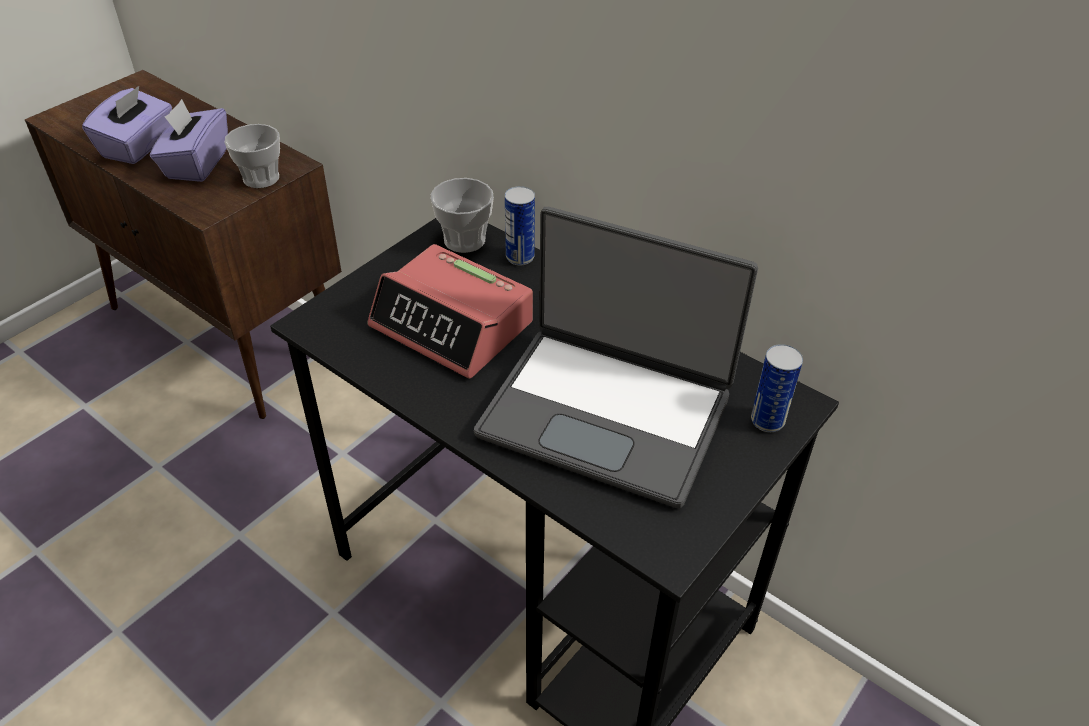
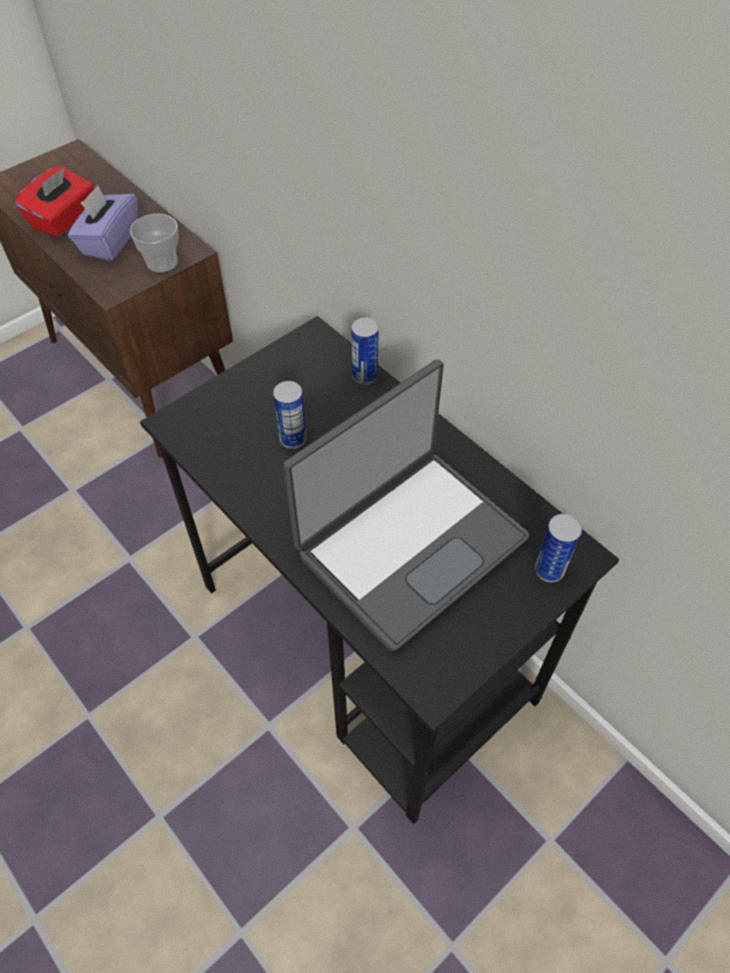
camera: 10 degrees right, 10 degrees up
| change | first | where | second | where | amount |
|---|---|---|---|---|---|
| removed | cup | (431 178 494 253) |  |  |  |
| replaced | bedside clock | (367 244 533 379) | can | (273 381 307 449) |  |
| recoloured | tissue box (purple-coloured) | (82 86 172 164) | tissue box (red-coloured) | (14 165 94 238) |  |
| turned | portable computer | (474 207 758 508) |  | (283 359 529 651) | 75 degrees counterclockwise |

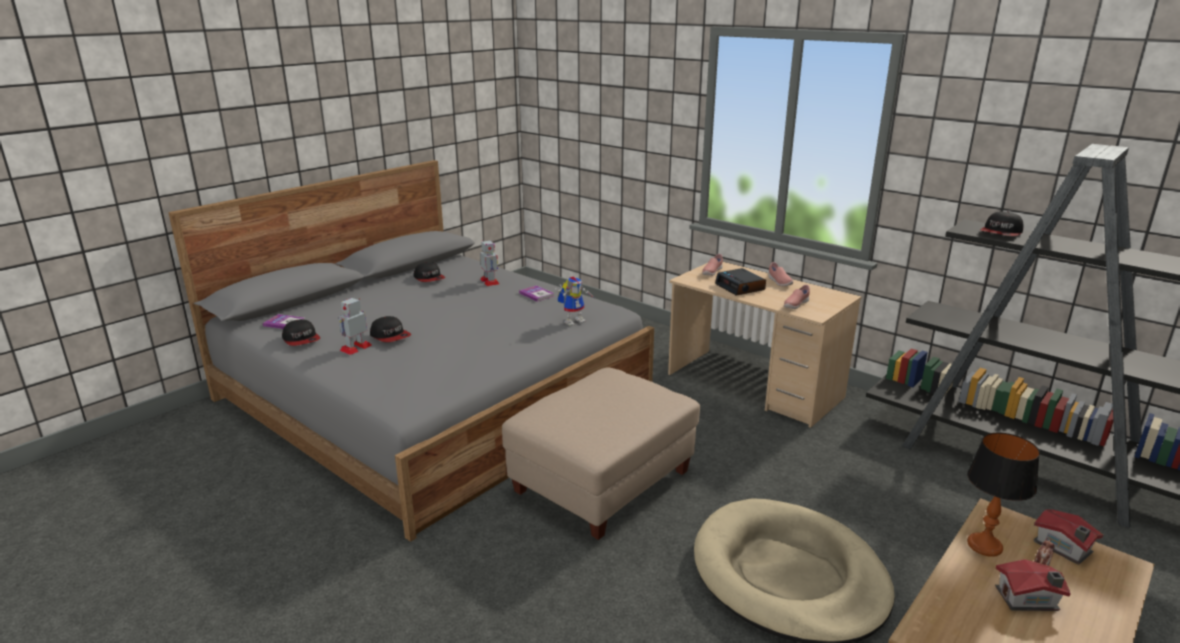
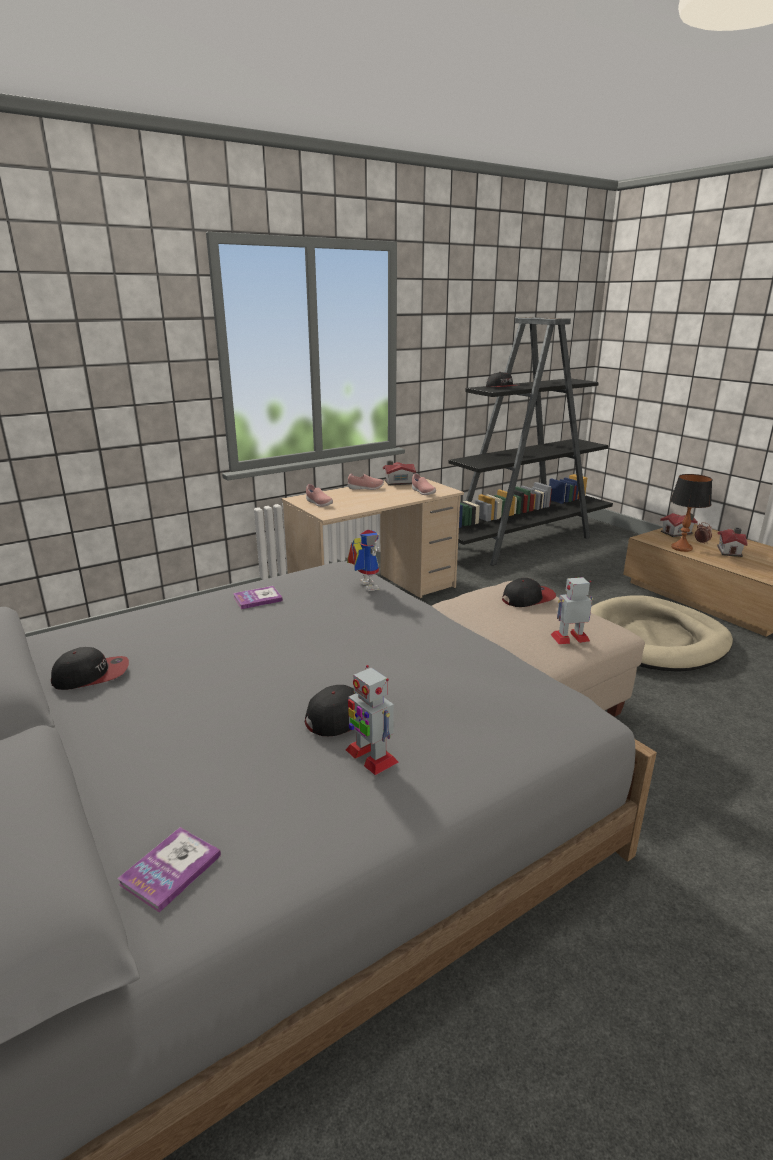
camera: 75 degrees left, 0 degrees up
| change | first | where | second | where | amount |
|---|---|---|---|---|---|
| removed | bedside clock | (715 268 766 296) |  |  |  |
| added |  |  | miniature house | (383 460 416 485) |  |
| moved | cap | (282 319 320 346) |  | (502 578 556 607) |  |
| moved | robot figure | (480 240 499 286) |  | (551 577 593 644) |  |

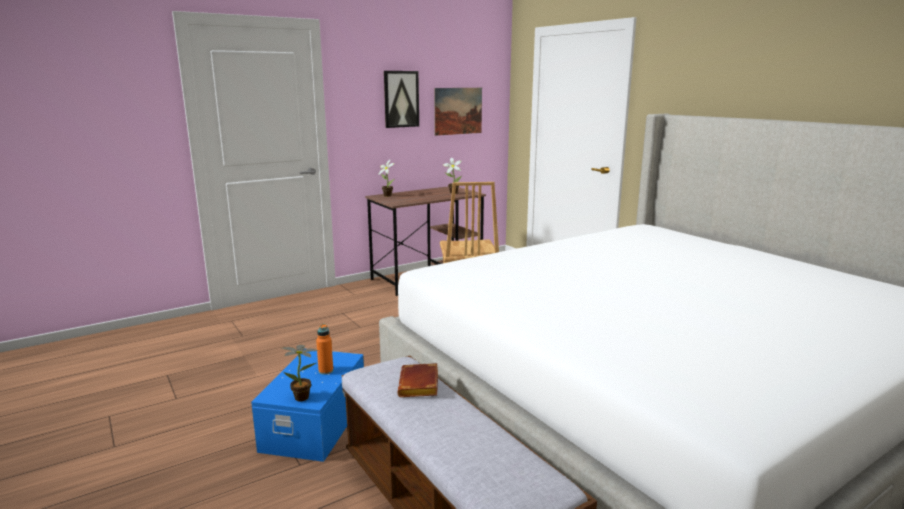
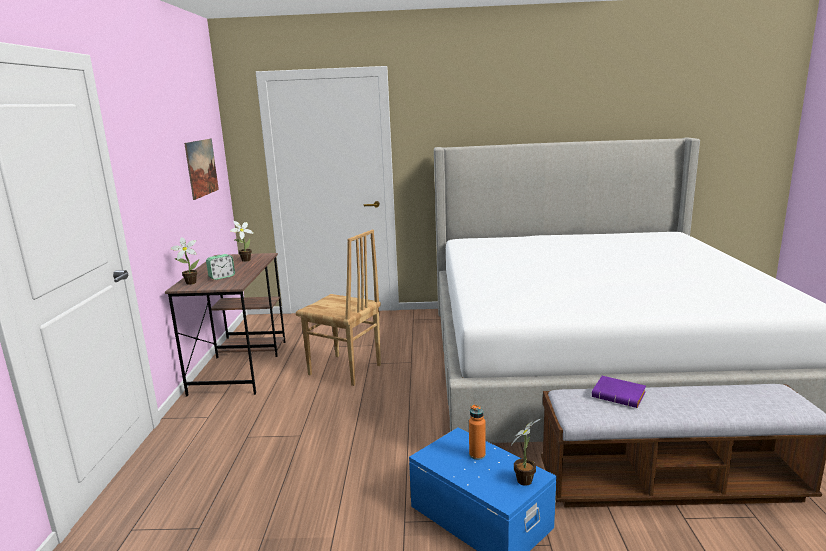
camera: 55 degrees left, 0 degrees up
| change | first | where | second | where | amount |
|---|---|---|---|---|---|
| removed | wall art | (384 71 419 128) |  |  |  |
| added |  |  | bedside clock | (206 254 235 280) |  |
| recoloured | bound book (brown-coloured) | (397 363 438 397) | bound book (purple-coloured) | (592 376 646 408) |  |

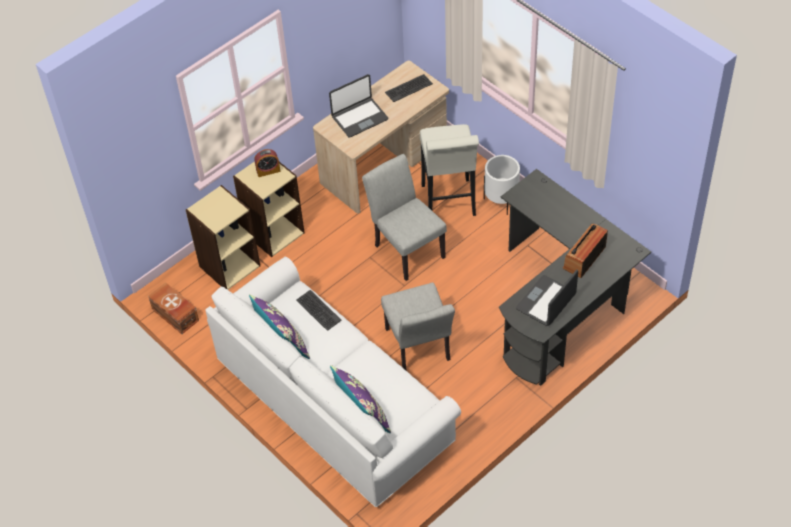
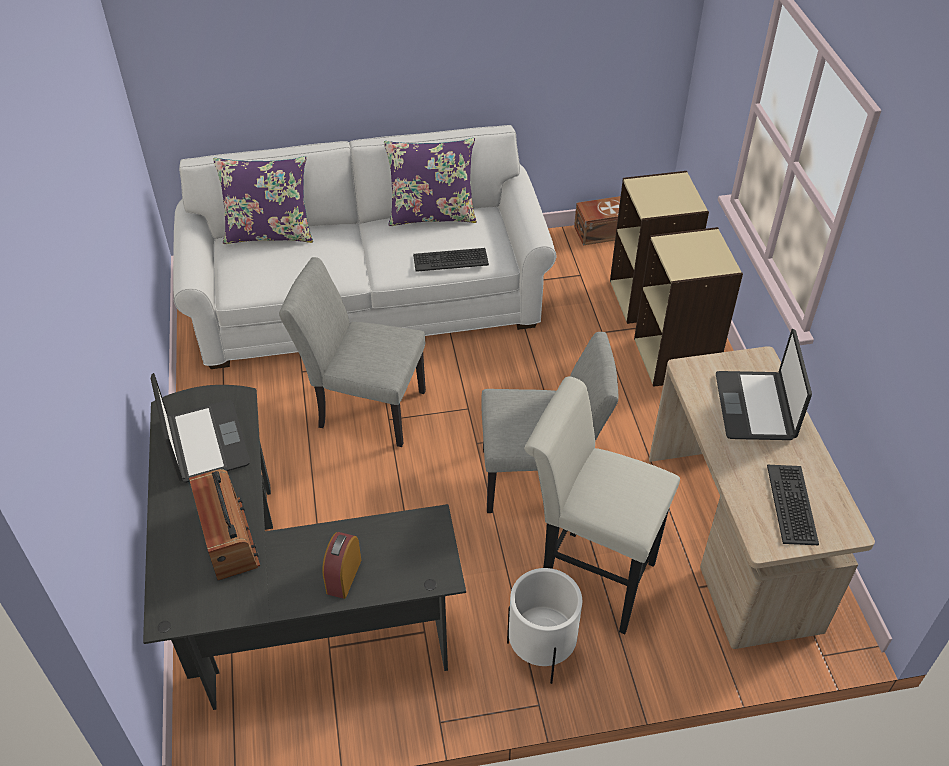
camera: 120 degrees right, 5 degrees down
| change | first | where | second | where | amount |
|---|---|---|---|---|---|
| moved | bedside clock | (255 149 280 177) |  | (322 532 361 599) |  |

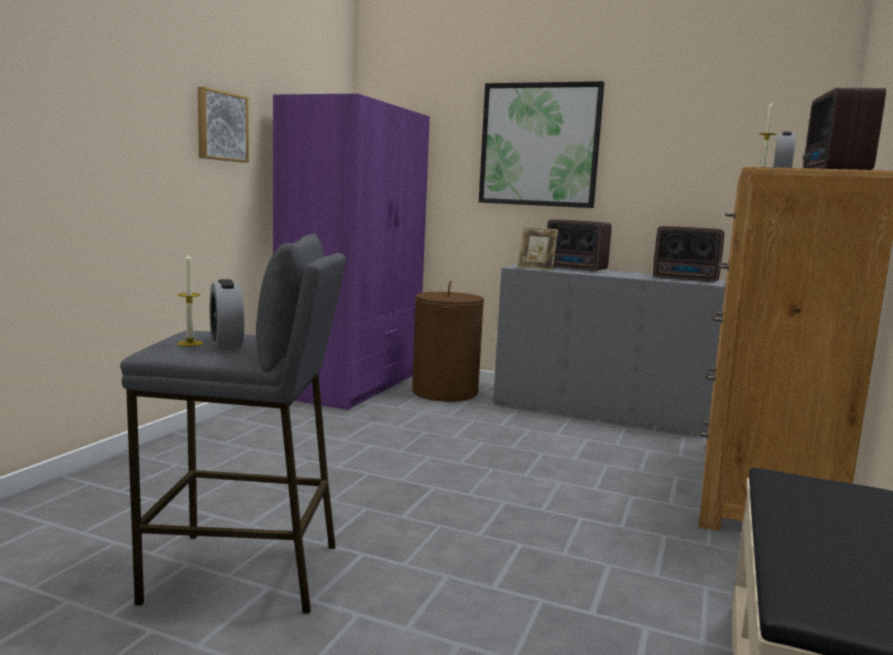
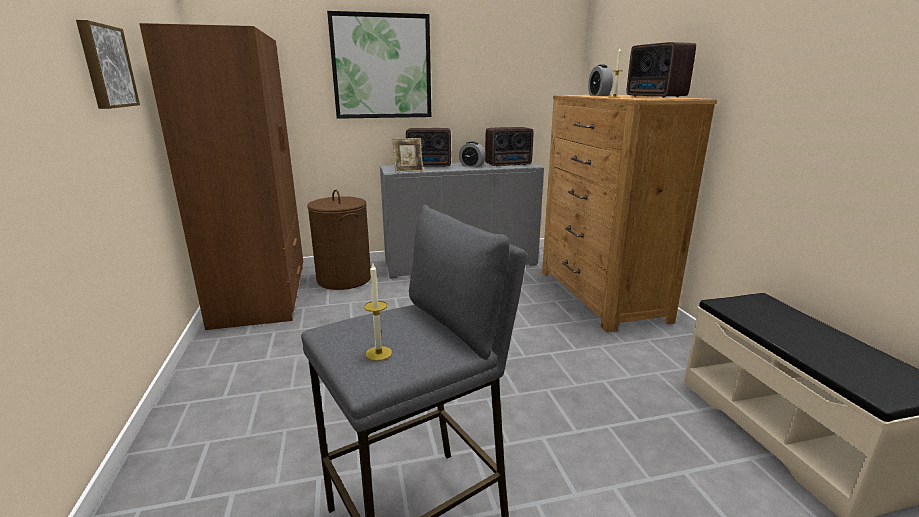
camera: 35 degrees left, 10 degrees up
| change | first | where | second | where | amount |
|---|---|---|---|---|---|
| moved | bedside clock | (210 279 244 348) |  | (459 141 486 167) |  |
| recoloured | clothes cupboard (purple-coloured) | (273 94 430 410) | clothes cupboard (brown-coloured) | (139 23 303 330) |  |

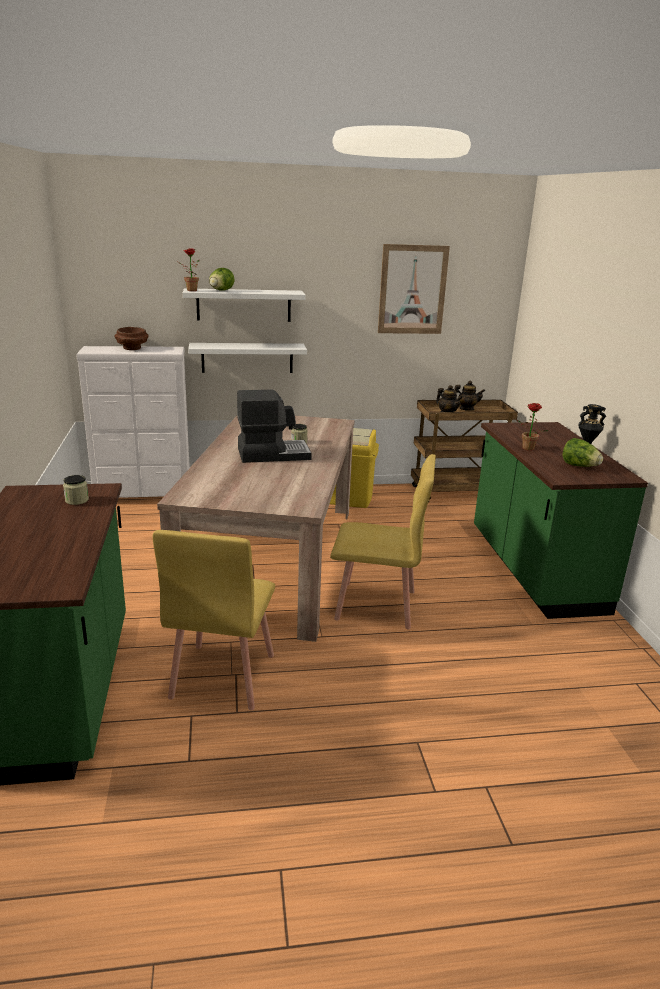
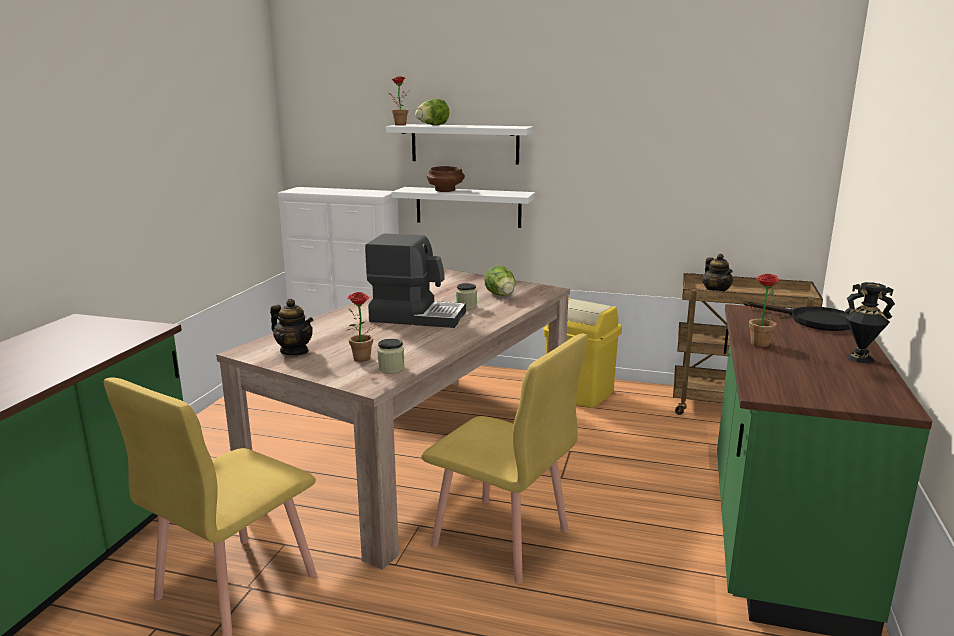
camera: 25 degrees right, 5 degrees down
| change | first | where | second | where | amount |
|---|---|---|---|---|---|
| removed | wall art | (378 244 450 334) |  |  |  |
| added |  |  | potted plant | (345 292 383 362) |  |
| added |  |  | frying pan (black) | (743 301 850 331) |  |
| moved | storage jar | (63 475 89 505) |  | (377 339 405 374) |  |
| moved | deep dish (brown-coloured) | (114 327 149 350) |  | (427 166 465 192) |  |
| moved | pot for tea | (455 380 485 411) |  | (270 299 313 355) |  |
| moved | lettuce | (563 438 603 467) |  | (484 265 515 296) |  |

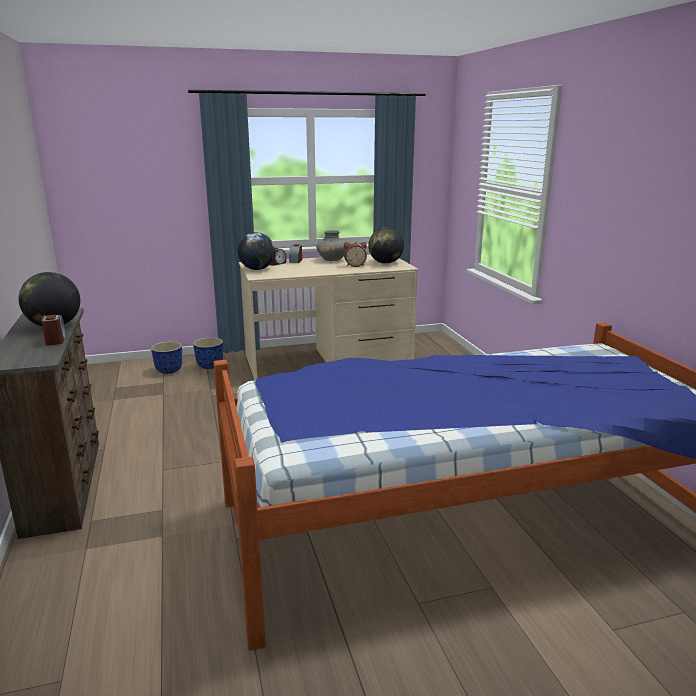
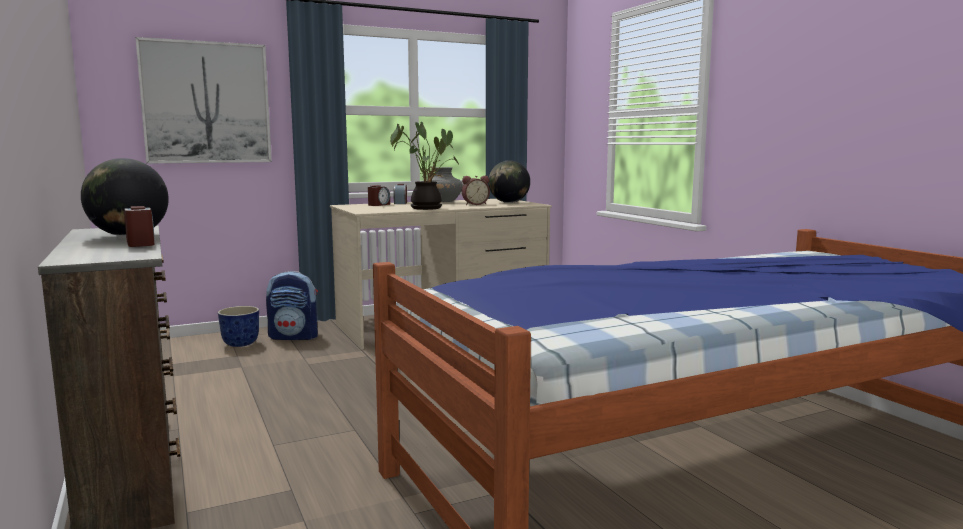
camera: 10 degrees left, 10 degrees down
| change | first | where | second | where | amount |
|---|---|---|---|---|---|
| removed | globe | (237 232 275 270) |  |  |  |
| added |  |  | wall art | (135 37 272 164) |  |
| added |  |  | potted plant | (390 122 459 210) |  |
| replaced | flower pot | (193 337 223 369) | knapsack | (266 271 318 340) |  |

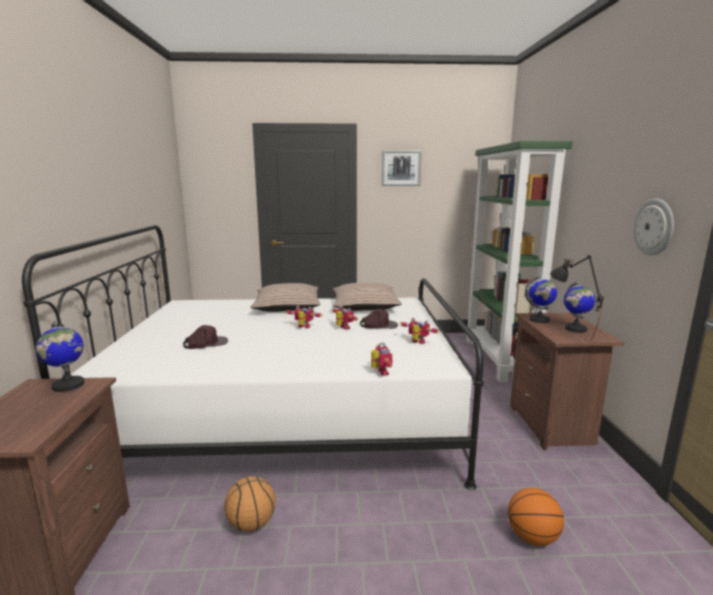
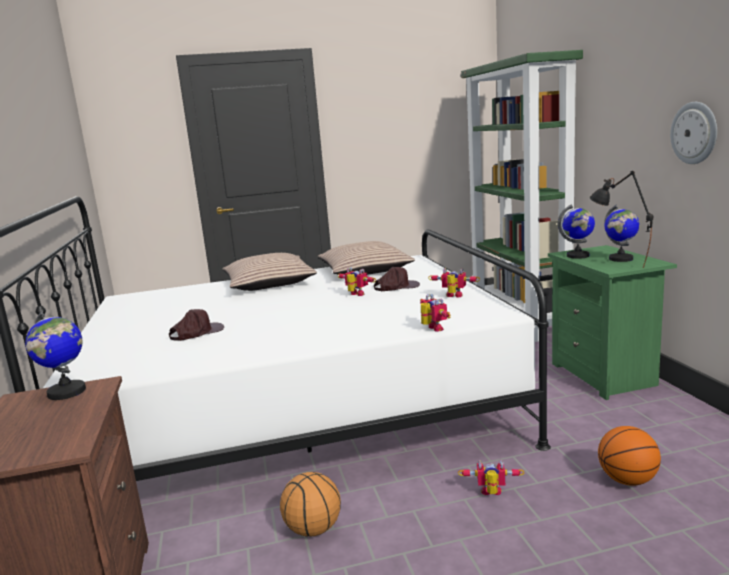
camera: 10 degrees left, 0 degrees up
| change | first | where | second | where | amount |
|---|---|---|---|---|---|
| removed | wall art | (382 150 422 186) |  |  |  |
| moved | robot figure | (285 305 323 328) |  | (458 460 525 495) |  |
| recoloured | bedside table (brown-coloured) | (510 313 624 450) | bedside table (green) | (548 245 677 400) |  |

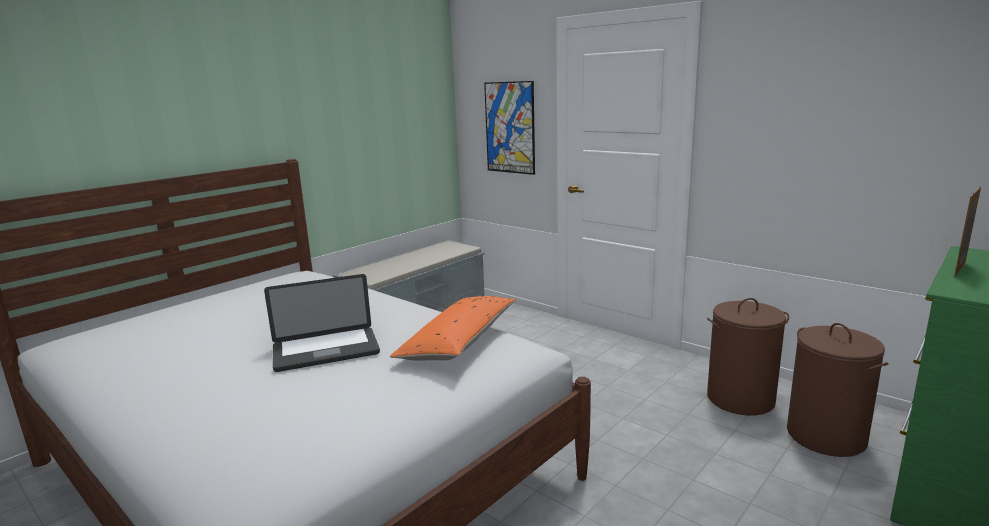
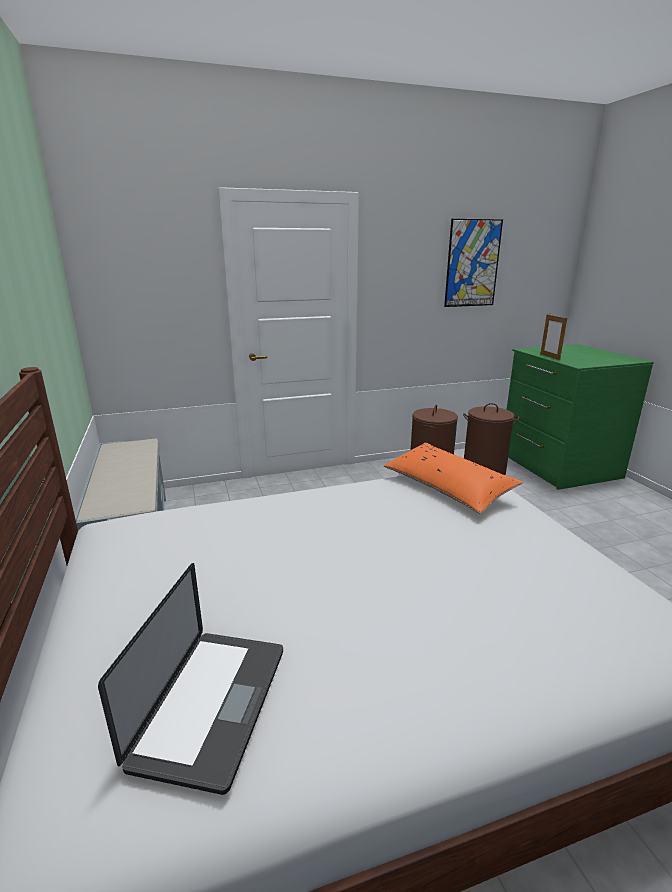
camera: 60 degrees left, 5 degrees up
| change | first | where | second | where | amount |
|---|---|---|---|---|---|
| moved | portable computer | (264 274 380 372) |  | (98 563 283 795) |  |
| moved | wall art | (484 81 535 175) |  | (444 219 503 307) |  |

